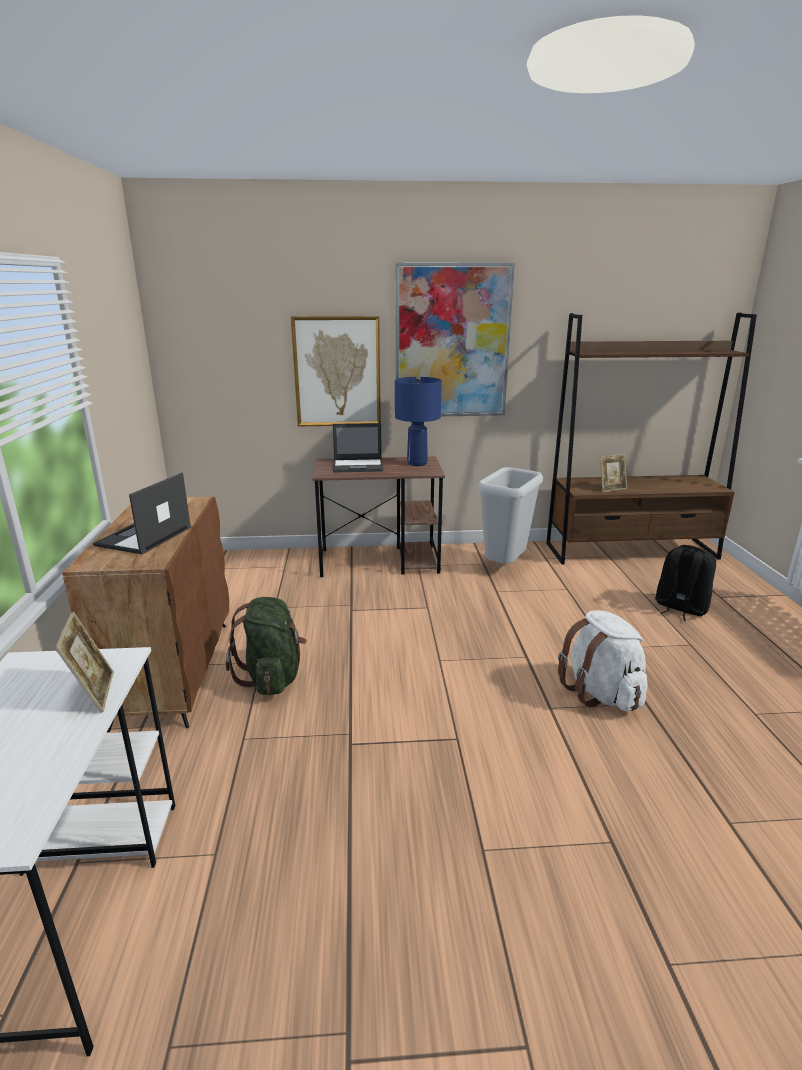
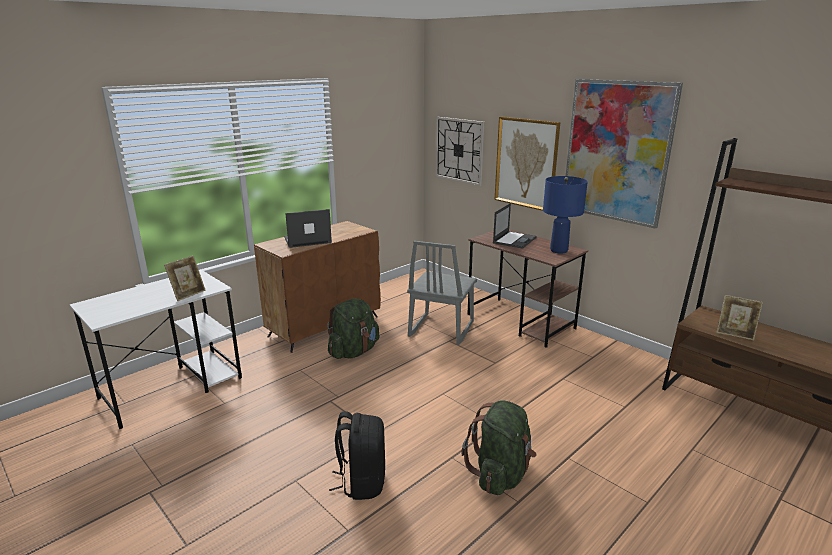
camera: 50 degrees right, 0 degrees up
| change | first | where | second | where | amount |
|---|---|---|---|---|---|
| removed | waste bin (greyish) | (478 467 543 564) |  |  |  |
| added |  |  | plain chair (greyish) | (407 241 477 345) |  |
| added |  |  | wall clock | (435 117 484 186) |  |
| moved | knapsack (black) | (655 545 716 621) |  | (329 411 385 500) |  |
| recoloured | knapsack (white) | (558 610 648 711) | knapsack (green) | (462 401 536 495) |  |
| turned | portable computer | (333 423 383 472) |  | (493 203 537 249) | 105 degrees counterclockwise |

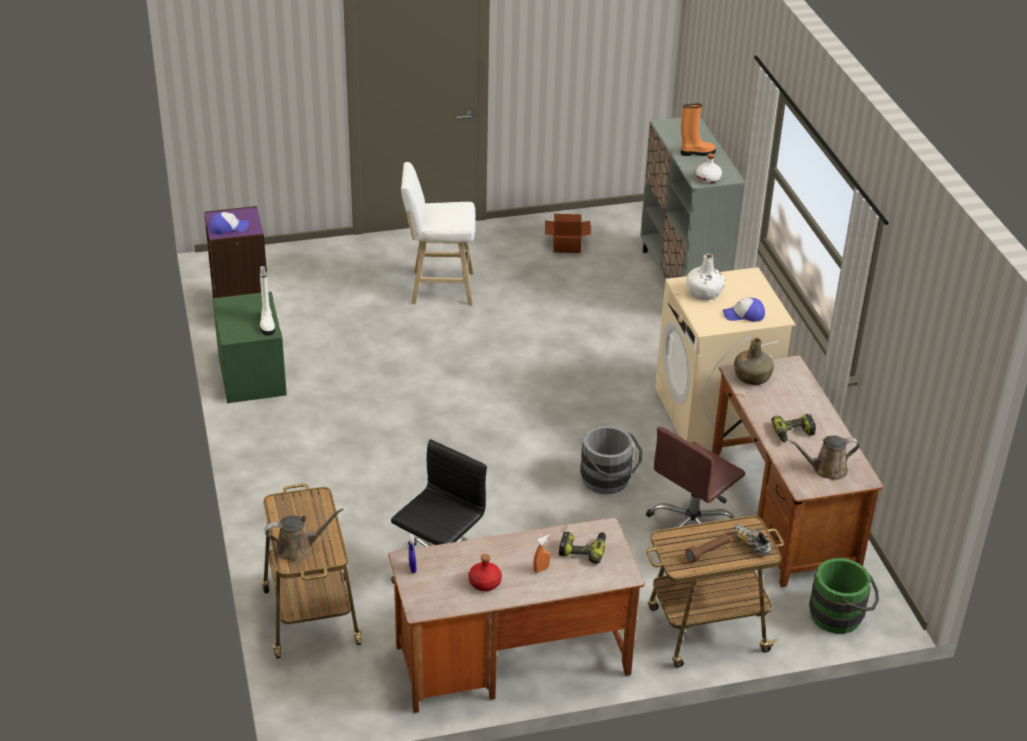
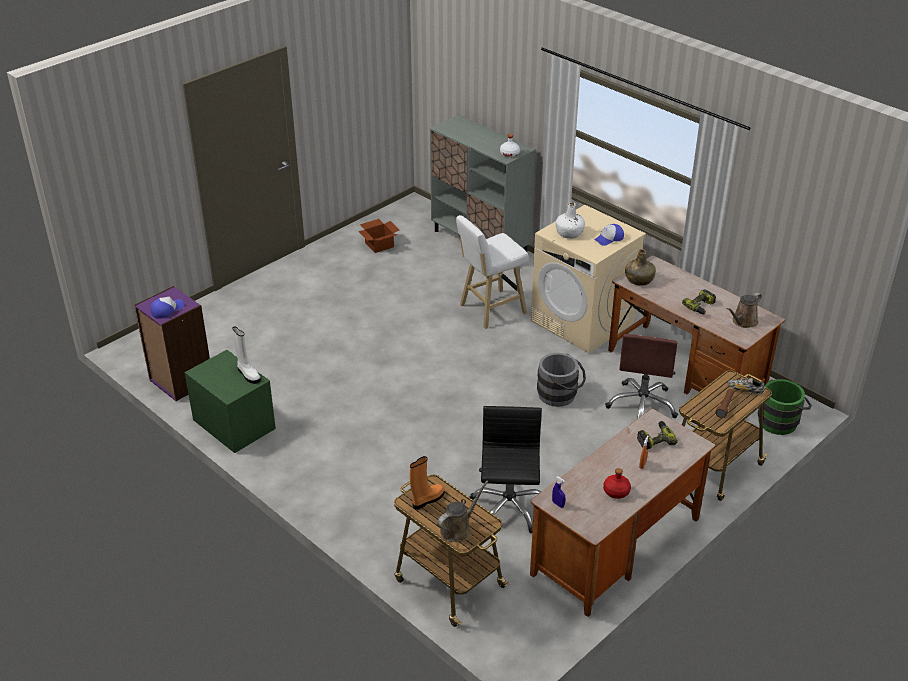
camera: 30 degrees left, 0 degrees up
| change | first | where | second | where | amount |
|---|---|---|---|---|---|
| moved | stool (white) | (401 162 475 305) |  | (456 215 529 329) |  |
| moved | boot (orangey) | (681 104 716 156) |  | (410 456 445 510) |  |

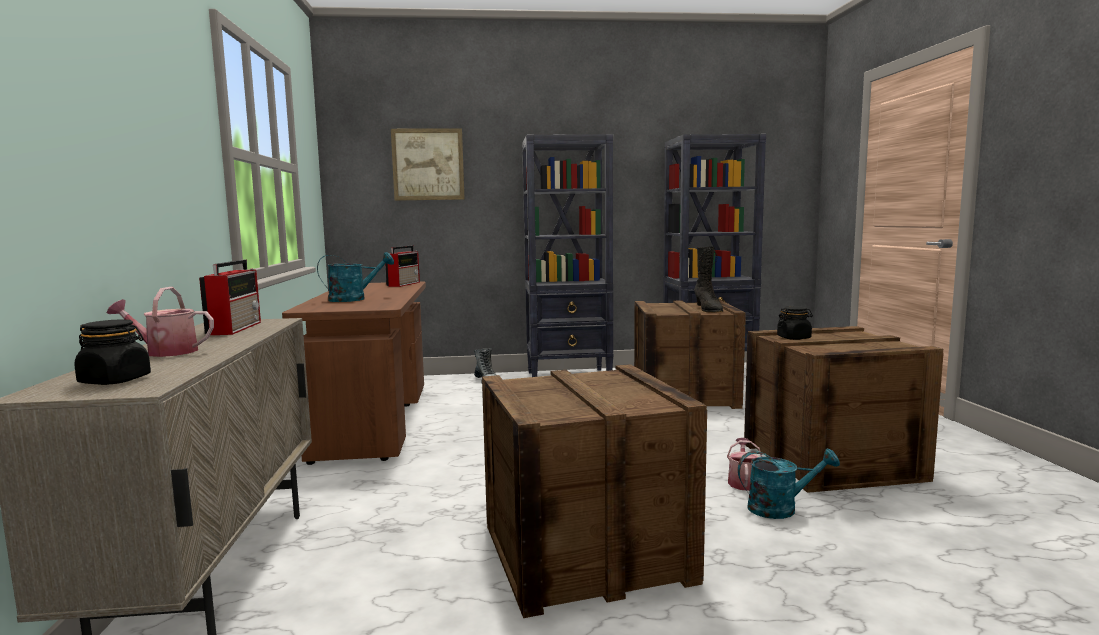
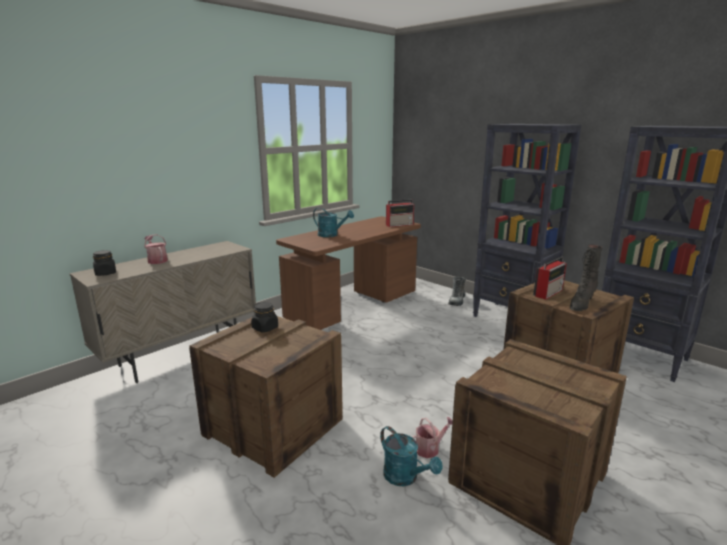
camera: 50 degrees right, 10 degrees up
| change | first | where | second | where | amount |
|---|---|---|---|---|---|
| removed | wall art | (391 128 465 201) |  |  |  |
| moved | radio set | (199 260 261 335) |  | (533 256 567 300) |  |
| moved | storage jar (black) | (777 306 813 340) |  | (251 302 278 332) |  |

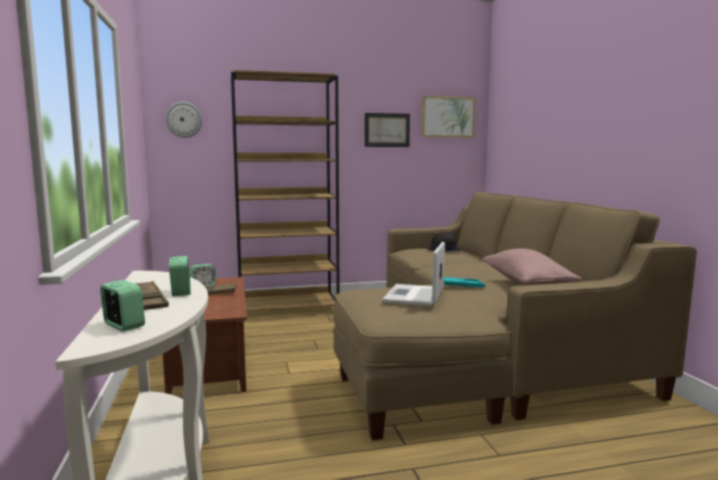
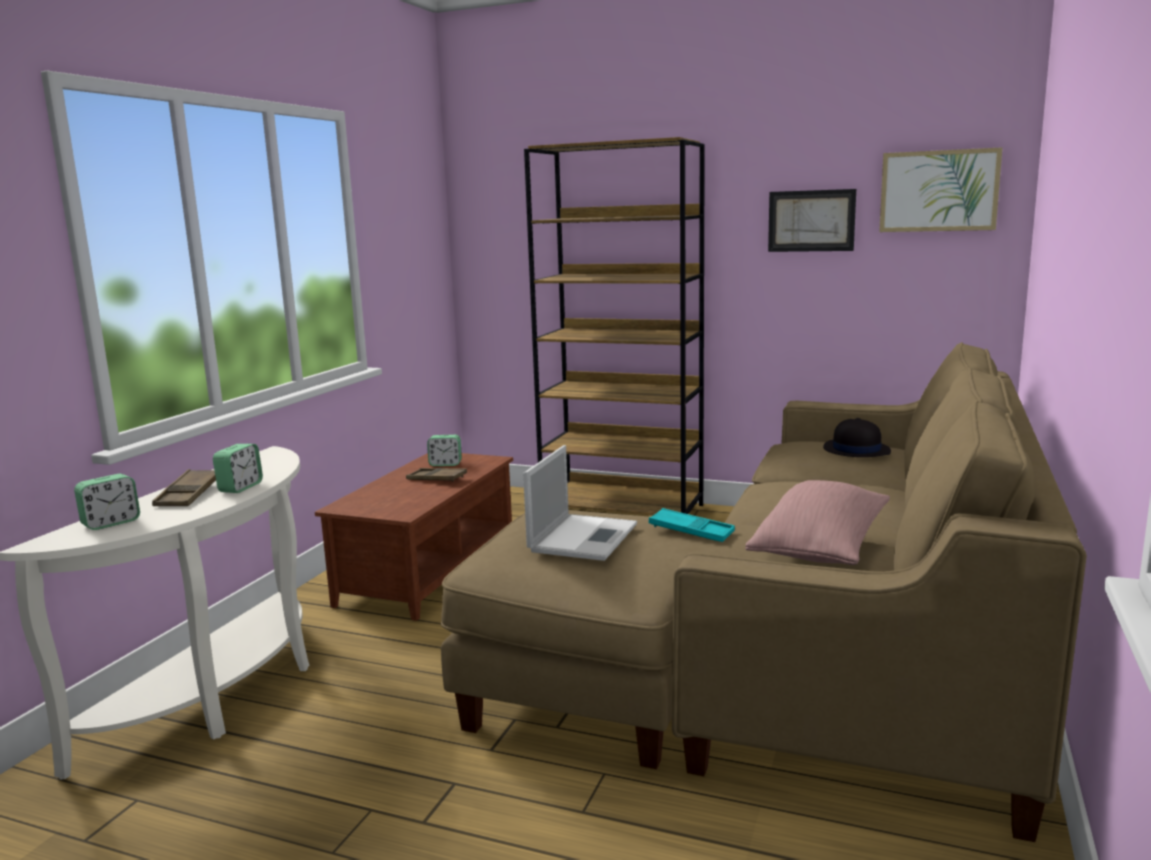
camera: 35 degrees right, 5 degrees up
| change | first | where | second | where | amount |
|---|---|---|---|---|---|
| removed | wall clock | (165 102 202 138) |  |  |  |
| turned | bedside clock | (100 280 145 332) |  | (74 474 140 530) | 60 degrees clockwise |
| turned | portable computer | (382 242 445 306) |  | (523 445 637 561) | 150 degrees clockwise |

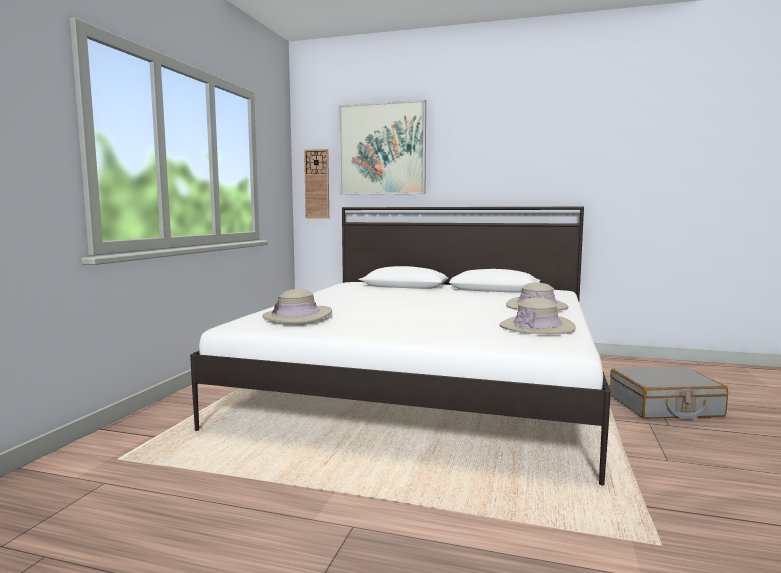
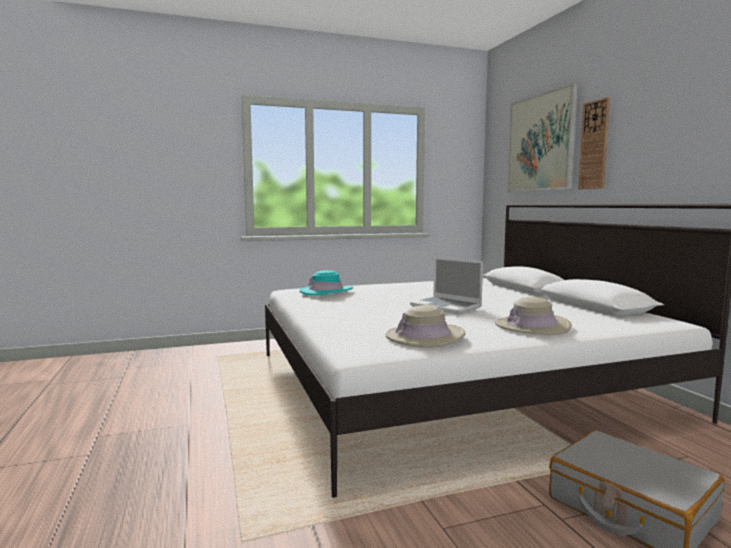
camera: 55 degrees right, 0 degrees up
| change | first | where | second | where | amount |
|---|---|---|---|---|---|
| added |  |  | portable computer | (410 257 483 314) |  |
| moved | wall clock | (304 149 329 218) |  | (578 97 610 189) |  |
| recoloured | clothing hat (beige-coloured) | (263 289 332 323) | clothing hat (turquoise-coloured) | (300 270 353 295) |  |

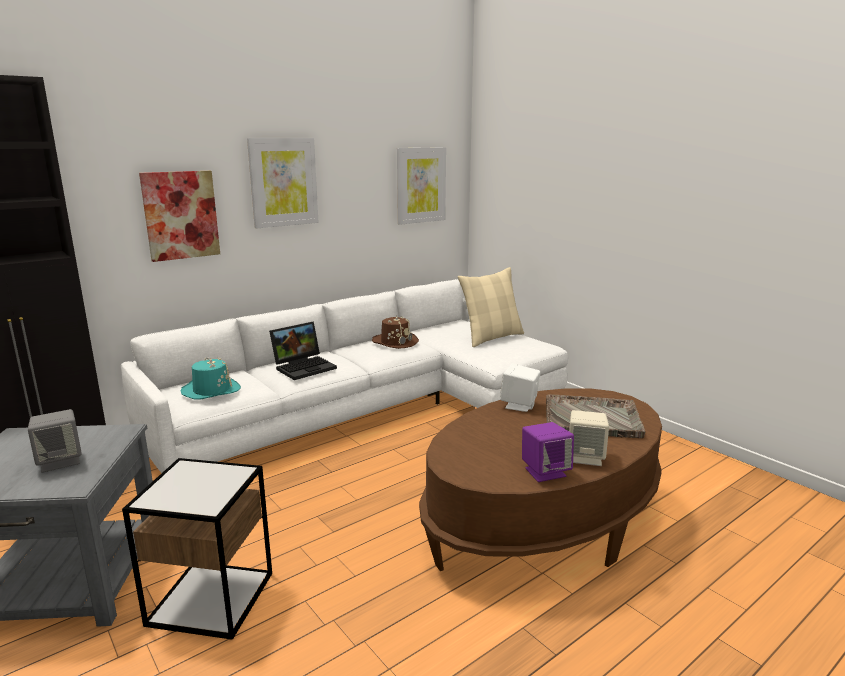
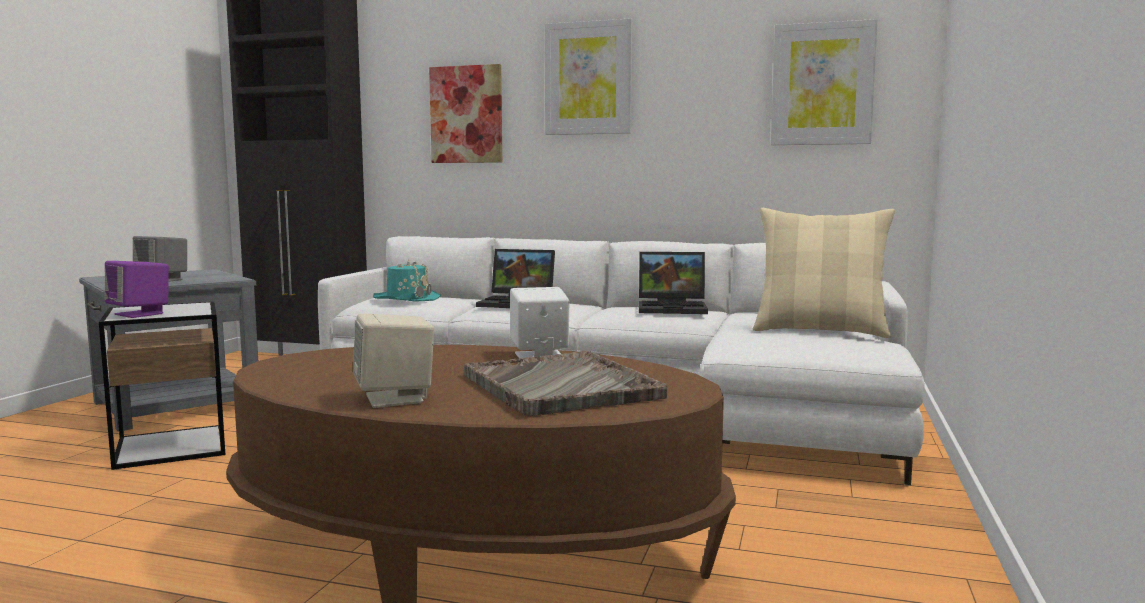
camera: 55 degrees right, 10 degrees down
| change | first | where | second | where | amount |
|---|---|---|---|---|---|
| moved | loudspeaker (purple-coloured) | (522 422 574 482) |  | (105 261 169 318) |  |
| replaced | clothing hat (brown-coloured) | (372 316 419 349) | portable computer | (639 252 708 314) |  |

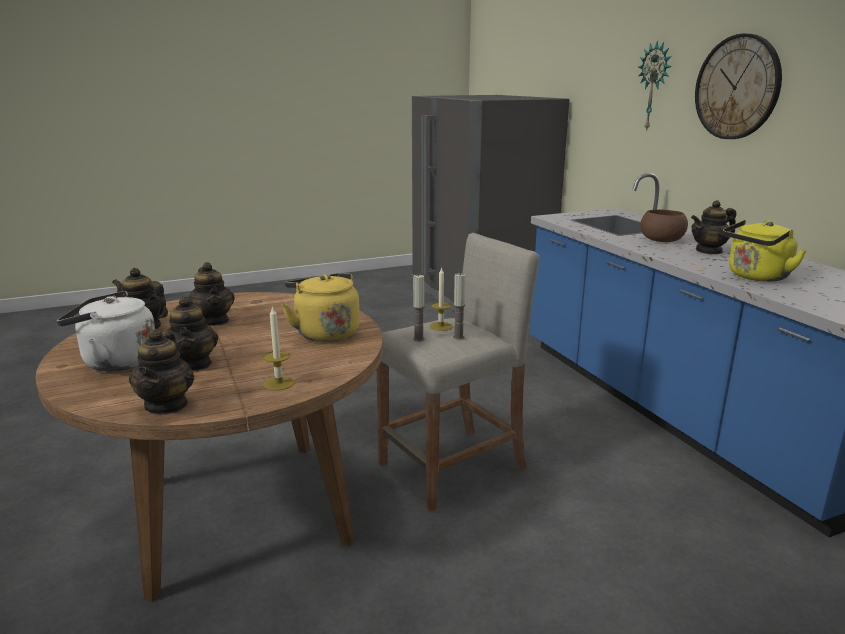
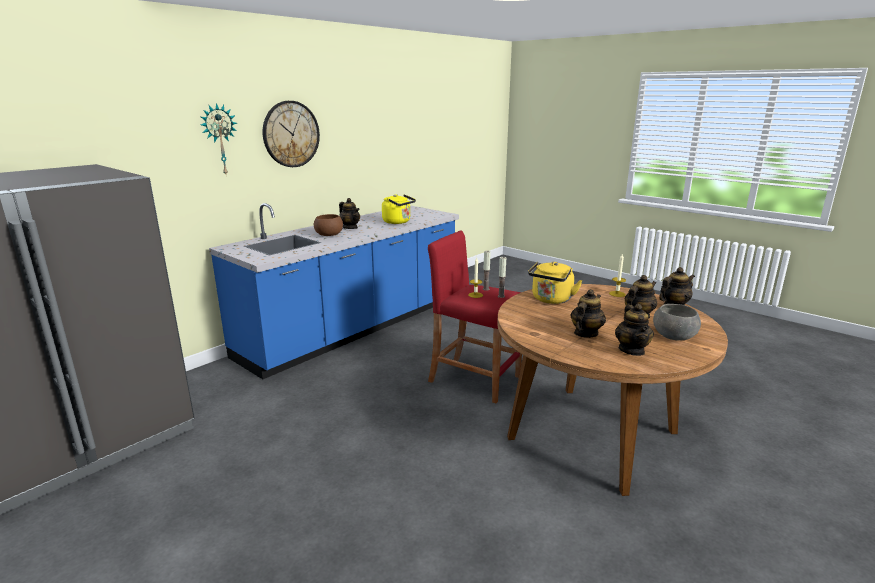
camera: 115 degrees left, 0 degrees up
| change | first | where | second | where | amount |
|---|---|---|---|---|---|
| replaced | tea kettle (white) | (57 291 155 371) | deep dish (greyish) | (653 304 701 341) |  |
| recoloured | stool (beige-coloured) | (377 233 539 511) | stool (red-coloured) | (428 230 522 403) |  |

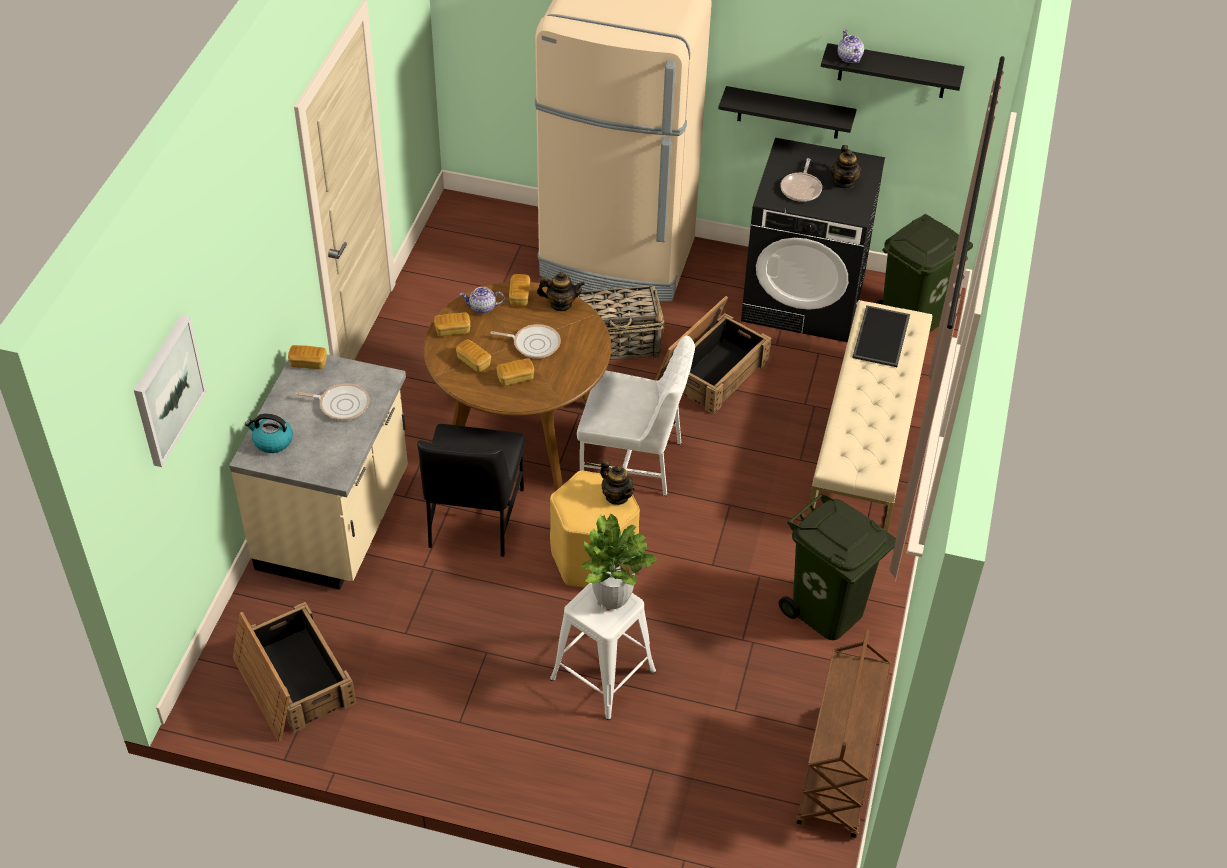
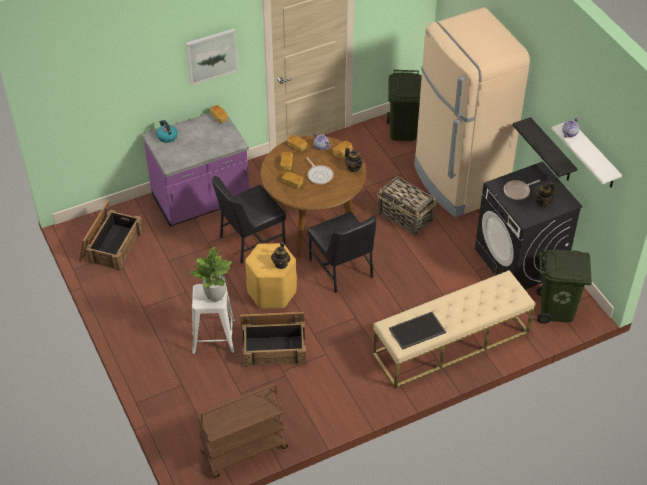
camera: 50 degrees right, 0 degrees up
| change | first | where | second | where | amount |
|---|---|---|---|---|---|
| removed | frying pan | (295 383 369 421) |  |  |  |
| moved | wall art | (134 314 207 467) |  | (186 29 238 85) |  |
| moved | packing crate | (654 296 771 415) |  | (240 312 306 367) |  |
| moved | waste bin (green) | (779 493 896 640) |  | (387 70 422 141) |  |
| moved | serving tray | (852 305 910 367) |  | (389 312 446 350) |  |
| recoloured | counter (beige-coloured) | (229 355 408 590) | counter (purple-coloured) | (142 108 249 227) |  |
| recoloured | plain chair (white) | (577 336 695 496) | plain chair (black) | (307 212 376 293) |  |
| recoloured | shelf (black) | (821 43 964 98) | shelf (white) | (552 122 622 188) |  |

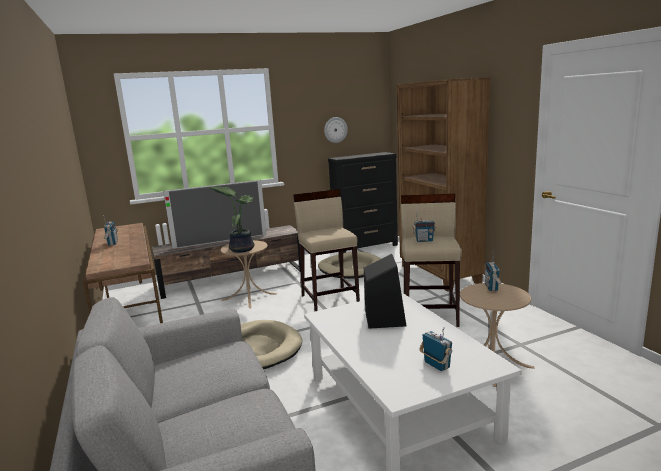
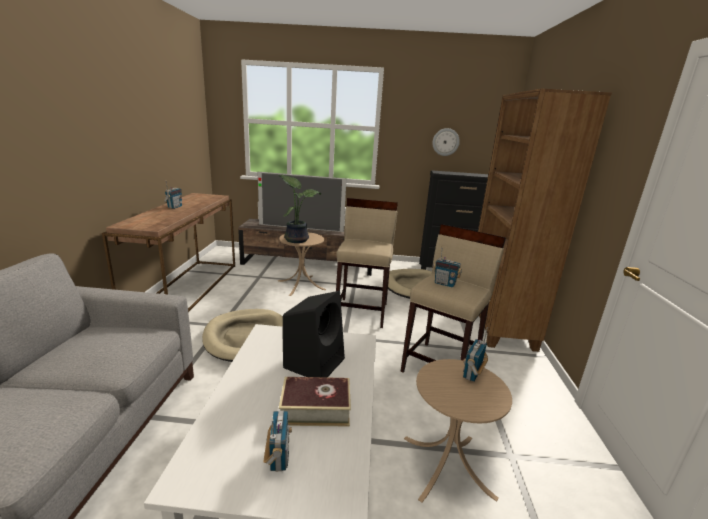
camera: 25 degrees right, 5 degrees up
| change | first | where | second | where | amount |
|---|---|---|---|---|---|
| added |  |  | bound book | (279 377 351 427) |  |

